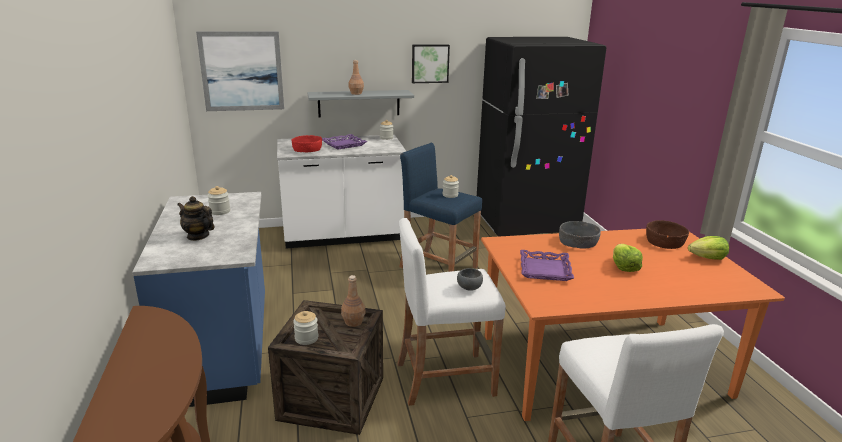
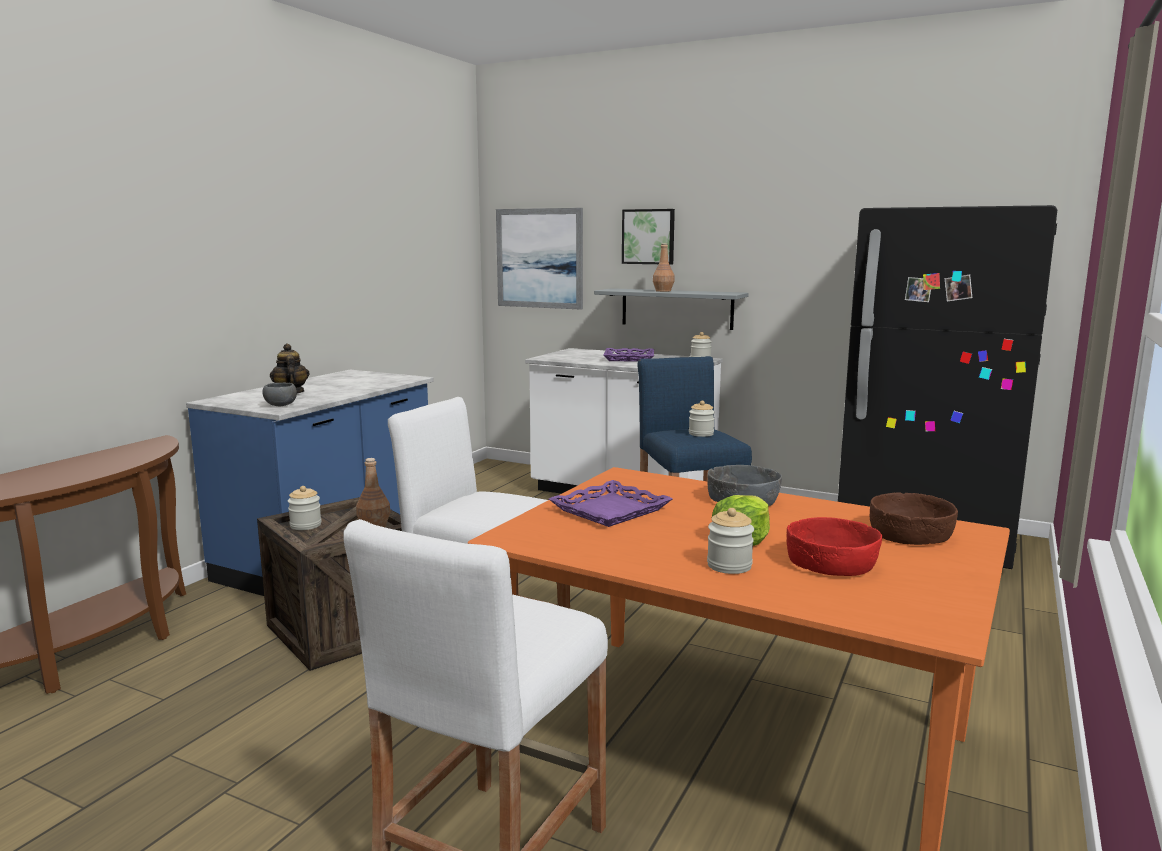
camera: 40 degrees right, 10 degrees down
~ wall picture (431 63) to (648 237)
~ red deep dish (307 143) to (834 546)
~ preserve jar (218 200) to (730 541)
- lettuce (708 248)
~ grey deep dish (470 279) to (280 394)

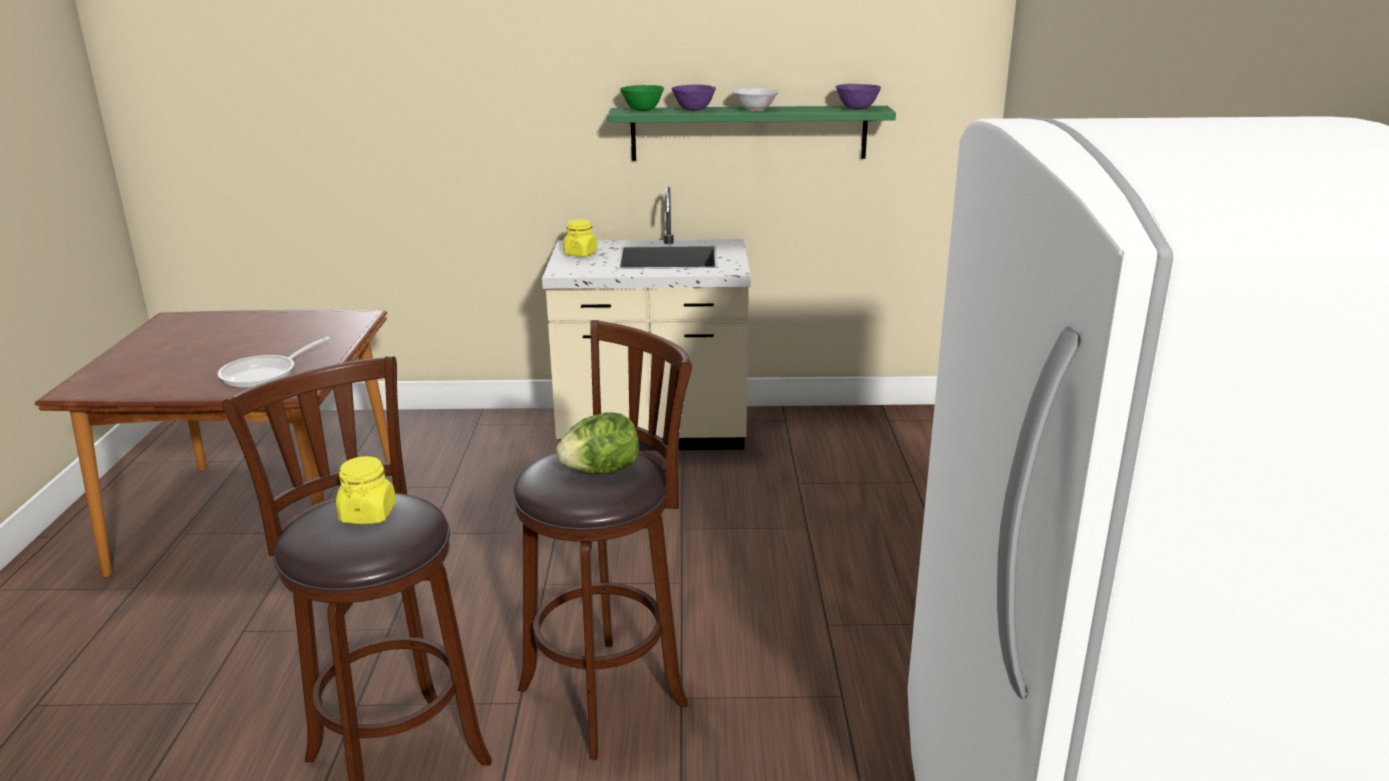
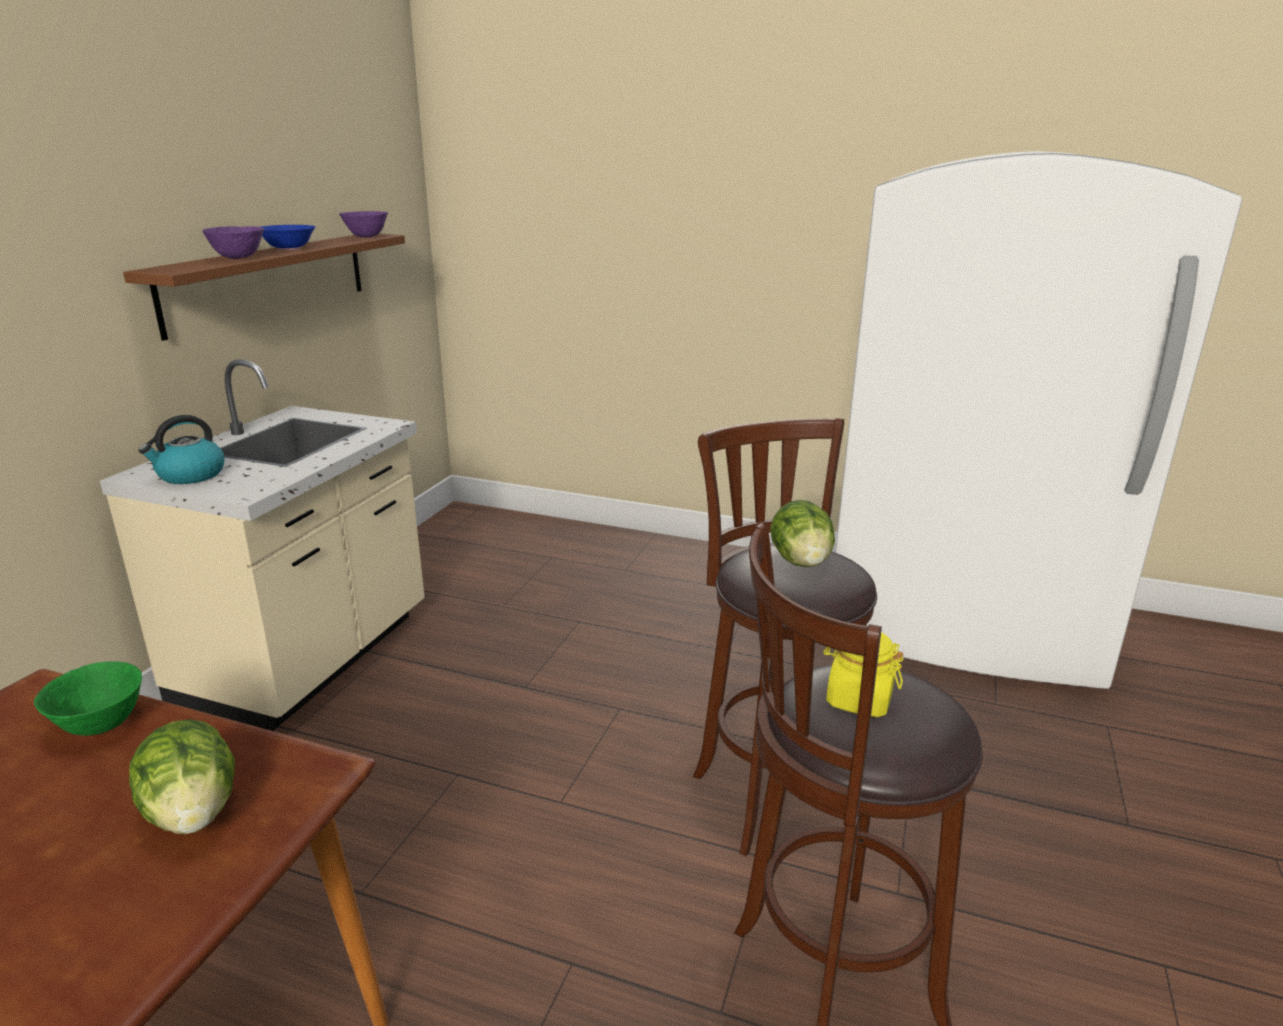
camera: 70 degrees left, 0 degrees up
~ greenish deep dish (642 98) to (88 698)
~ white-coloured deep dish (755 99) to bluish deep dish (288 238)
~ greenish wall shelf (752 133) to brown-coloured wall shelf (264 287)
~ yellow-coloured preserve jar (580 238) to water kettle (181 449)
~ frying pan (274 362) to lettuce (182 776)

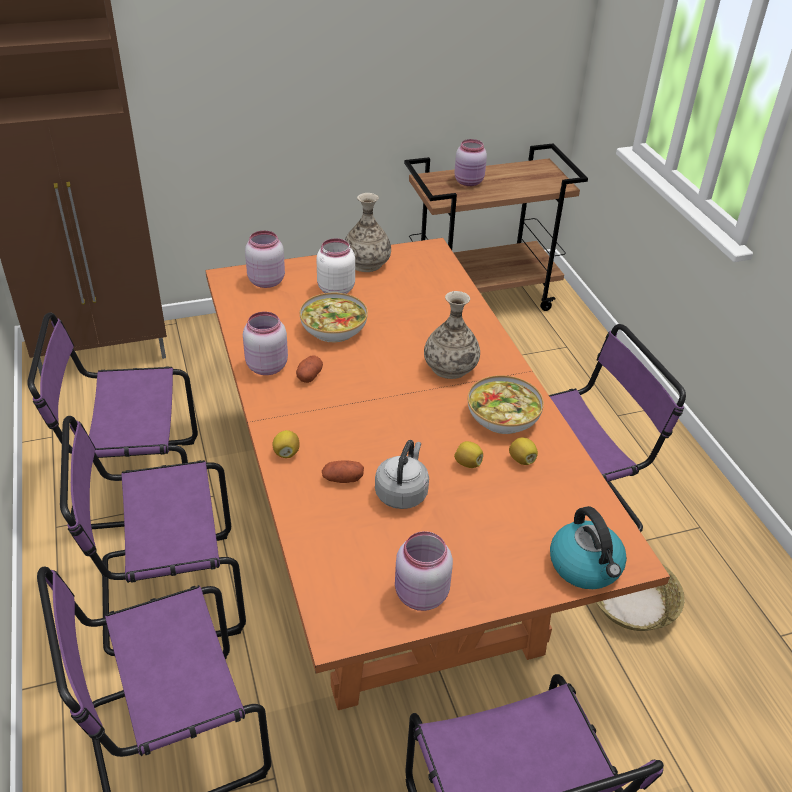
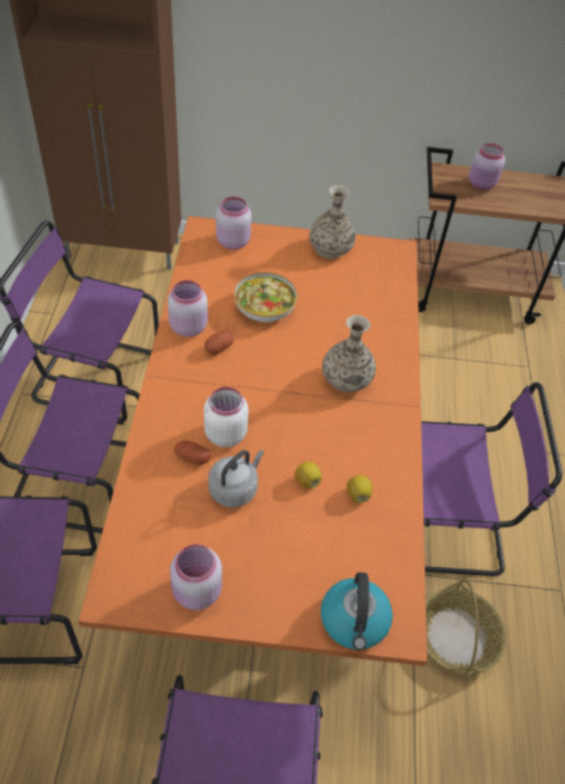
camera: 20 degrees right, 10 degrees up
~ white-coloured preserve jar (336 266) to (226 417)
- deep dish (506 404)
- lemon (286 444)

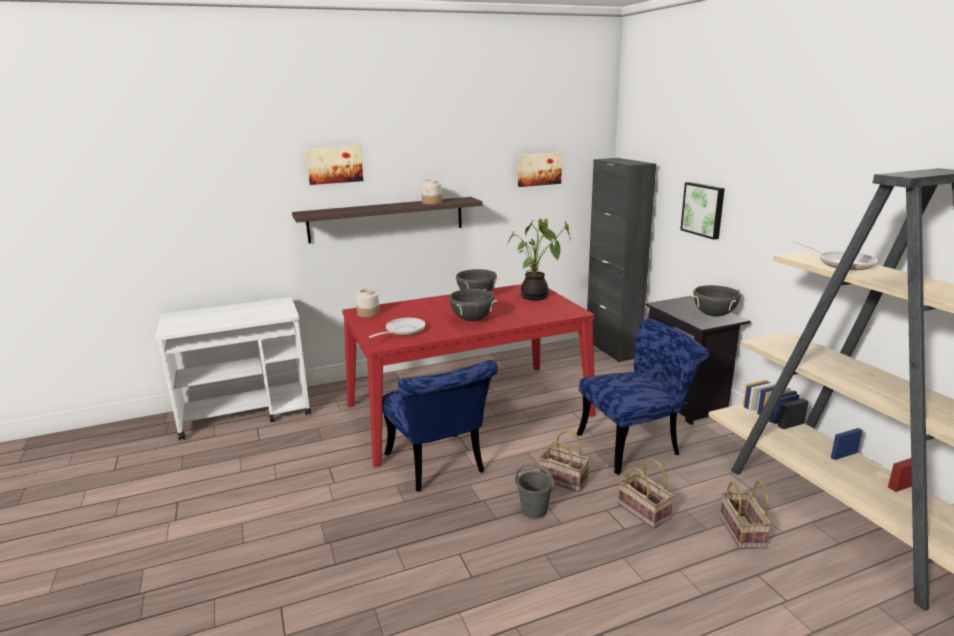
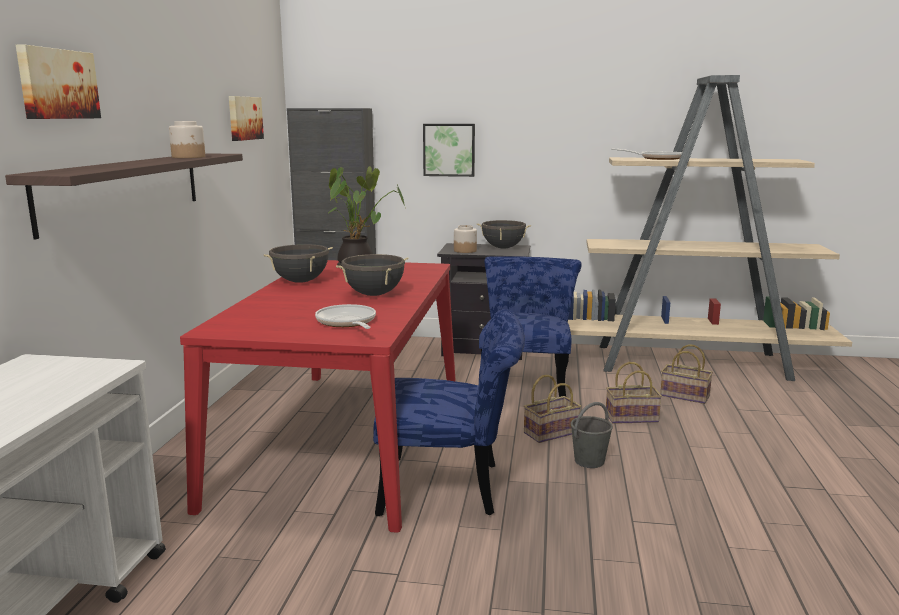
camera: 60 degrees left, 5 degrees down
~ preserve jar (368 303) to (465 239)

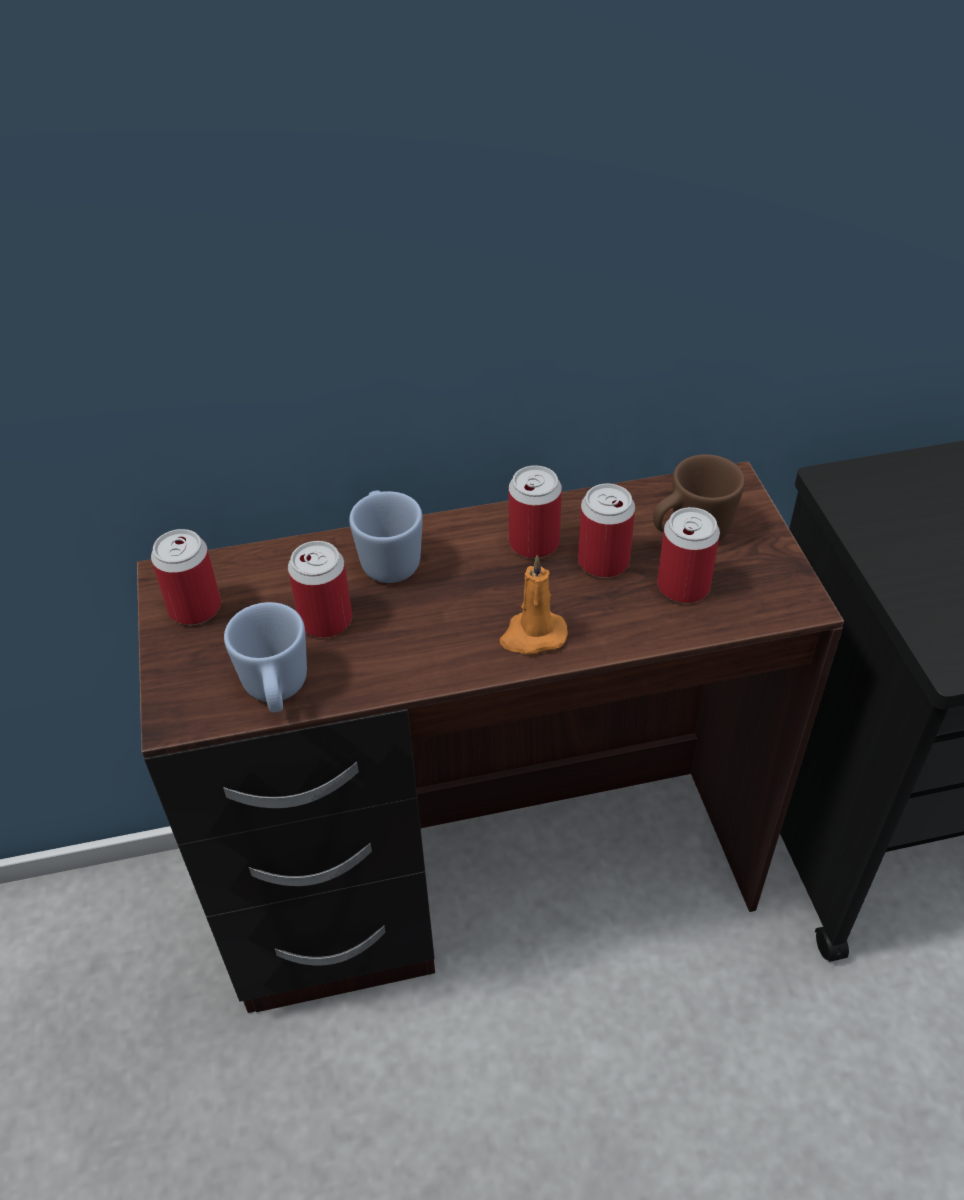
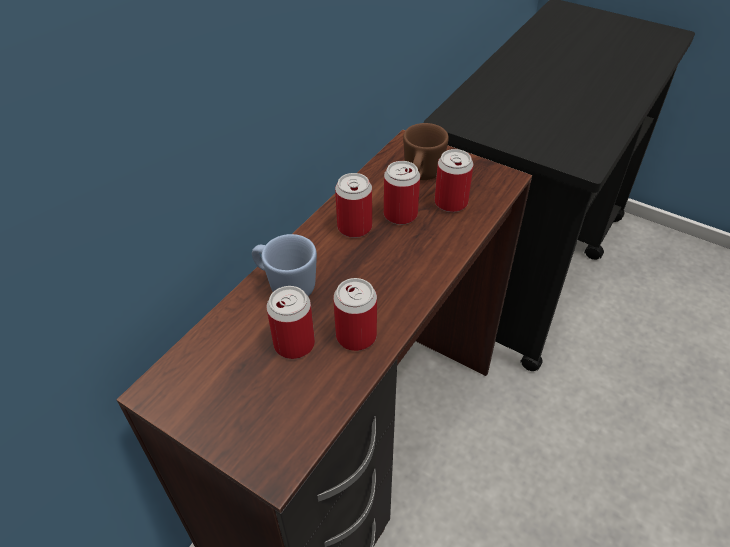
camera: 45 degrees left, 0 degrees up
~ metal can (186 577) to (355 314)
- orange candle (534 605)
- bluish coffee mug (265 657)

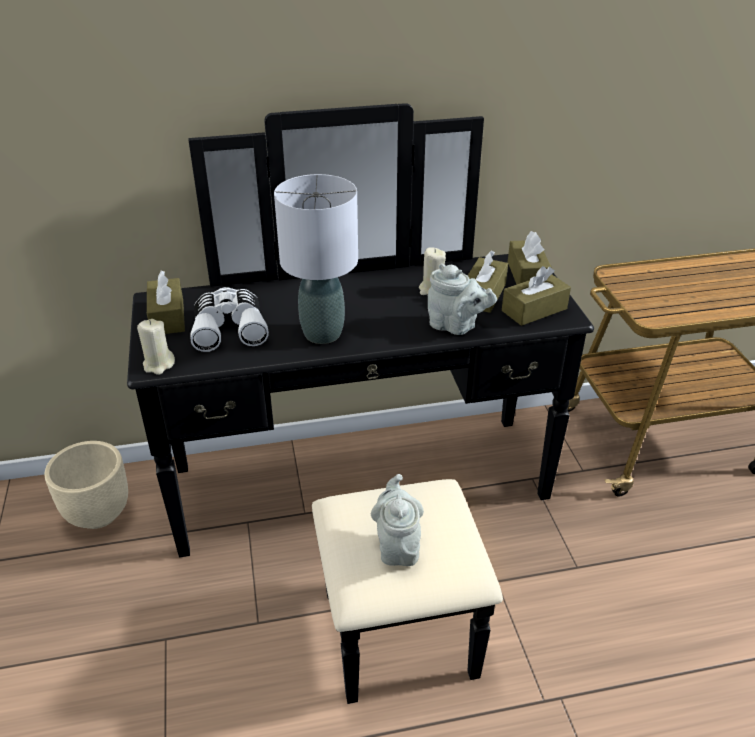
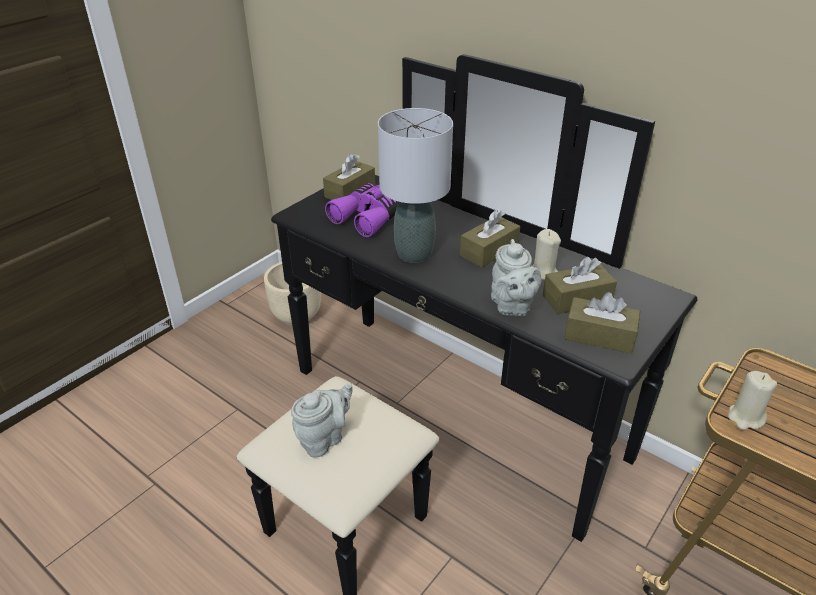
camera: 50 degrees right, 0 degrees up
~ brown-coloured box of tissues (530 258) to (490 239)
~ white-coloured pair of binoculars (229 319) to purple pair of binoculars (362 210)
~ beige candle (156 347) to (752 400)

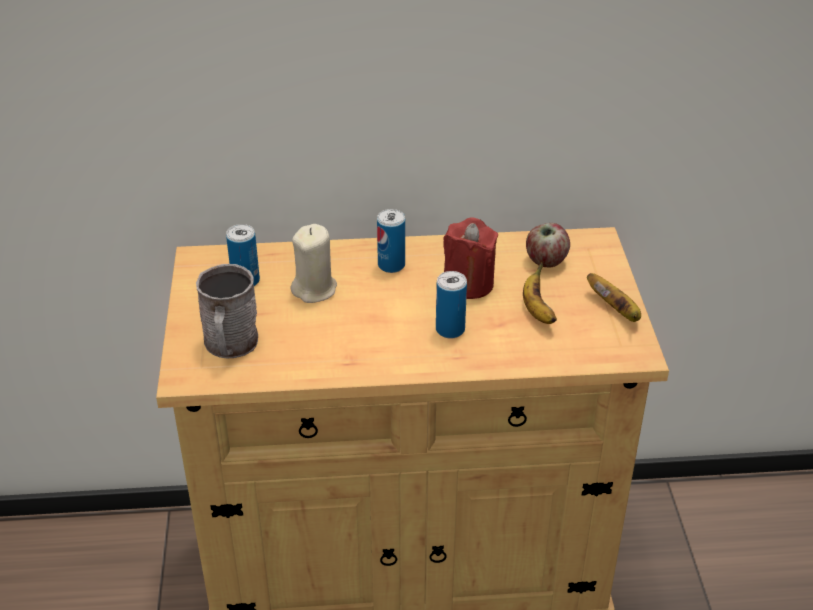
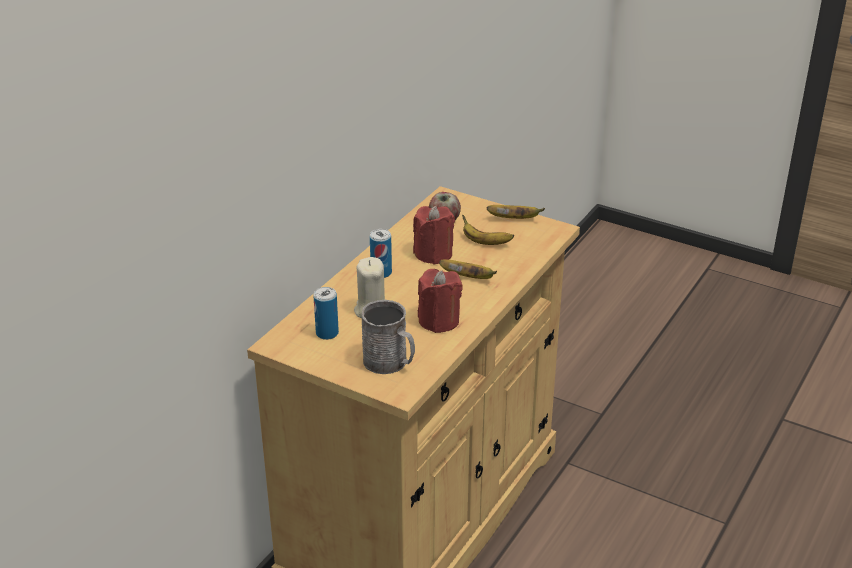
camera: 55 degrees left, 5 degrees down
~ metal can (451 304) to banana fruit (468 269)
+ red candle (440 301)

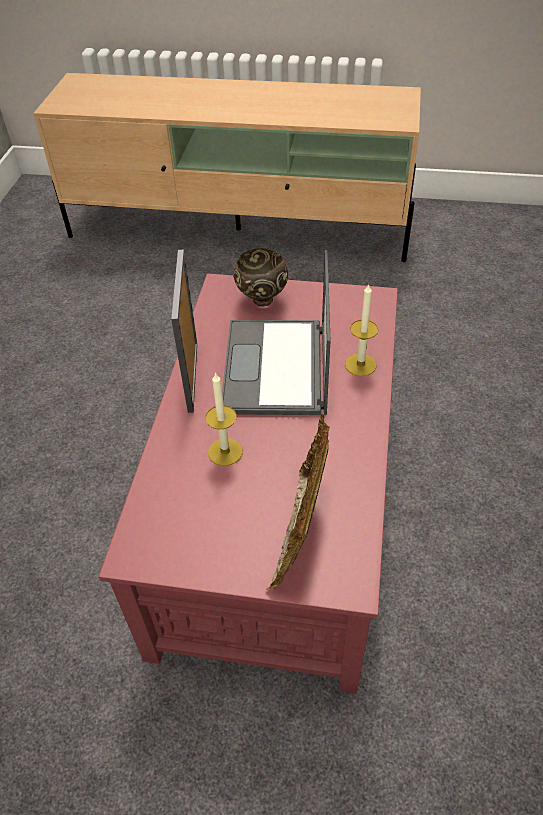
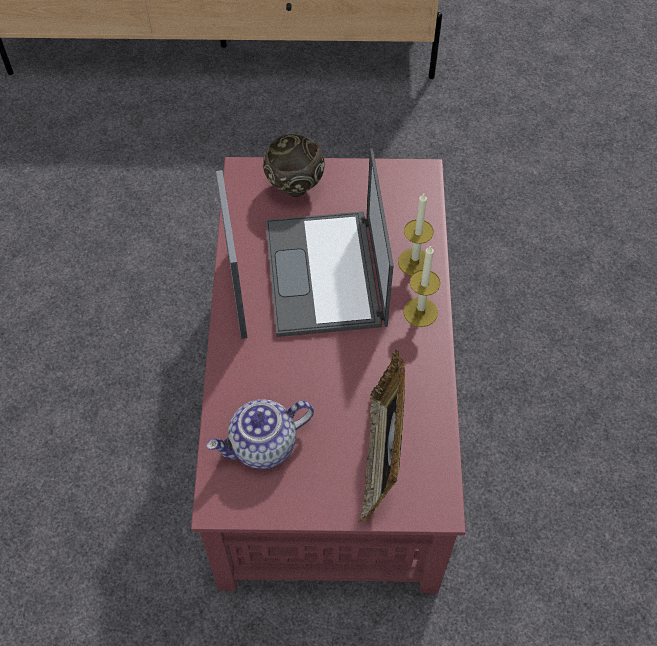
camera: 10 degrees left, 10 degrees up
~ candle (224 419) to (422 286)
+ teapot (260 434)

